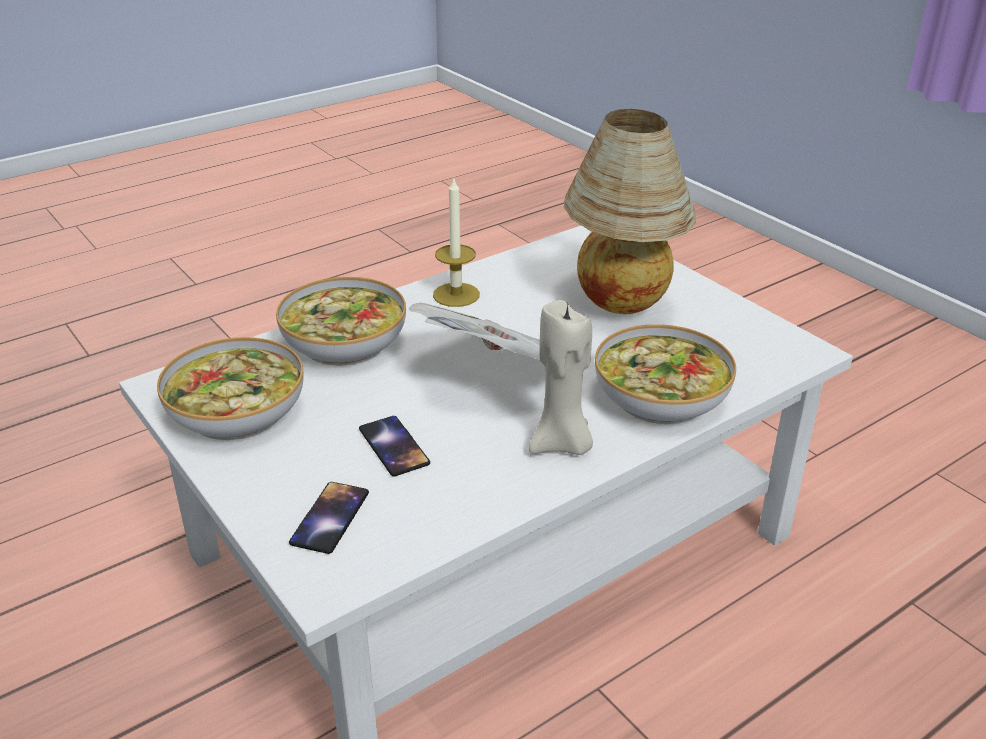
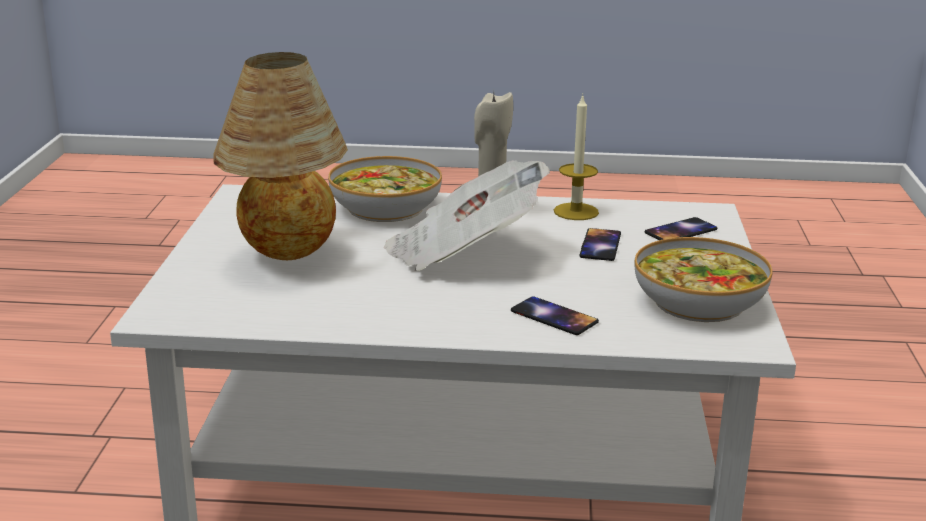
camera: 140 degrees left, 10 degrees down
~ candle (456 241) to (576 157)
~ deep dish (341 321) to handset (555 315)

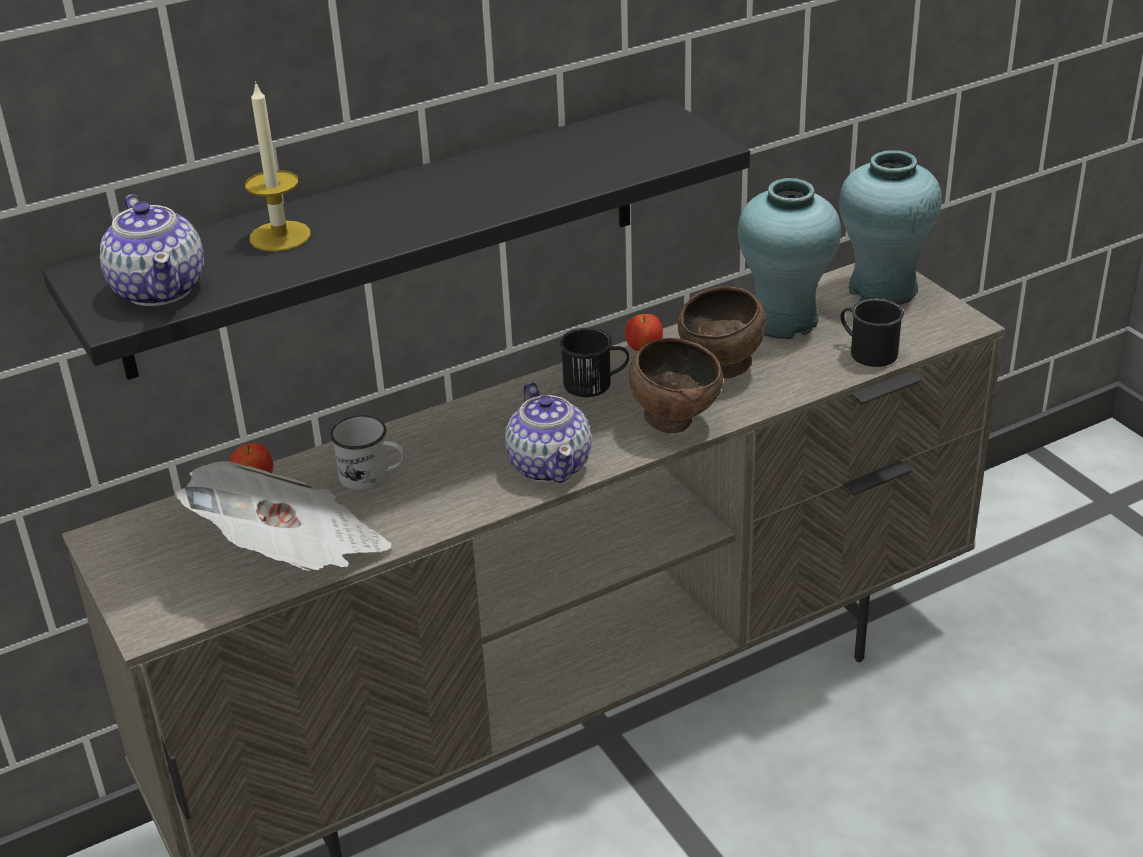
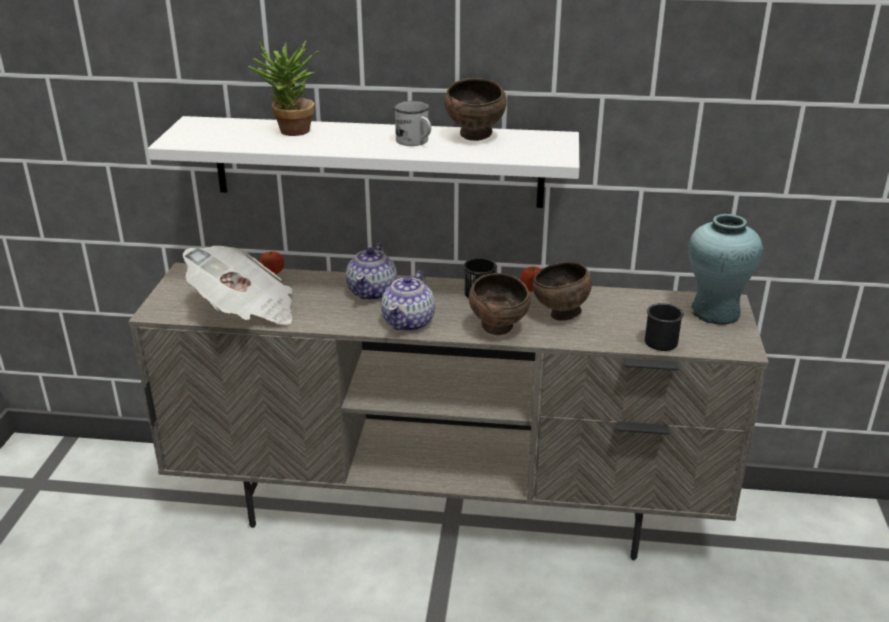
camera: 35 degrees right, 5 degrees down
~ candle (278 166) to potted plant (283 88)
~ blackish wall shelf (396 239) to white-coloured wall shelf (363 162)
- turquoise-coloured decorative vase (789 258)
~ teapot (152 250) to (371 272)
~ white-coloured coffee mug (367 453) to (412 123)
+ brown-coloured deep dish (475 109)

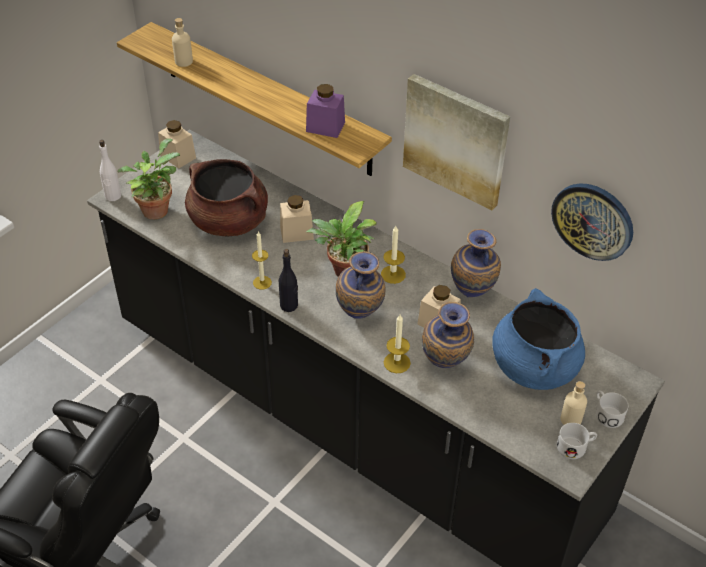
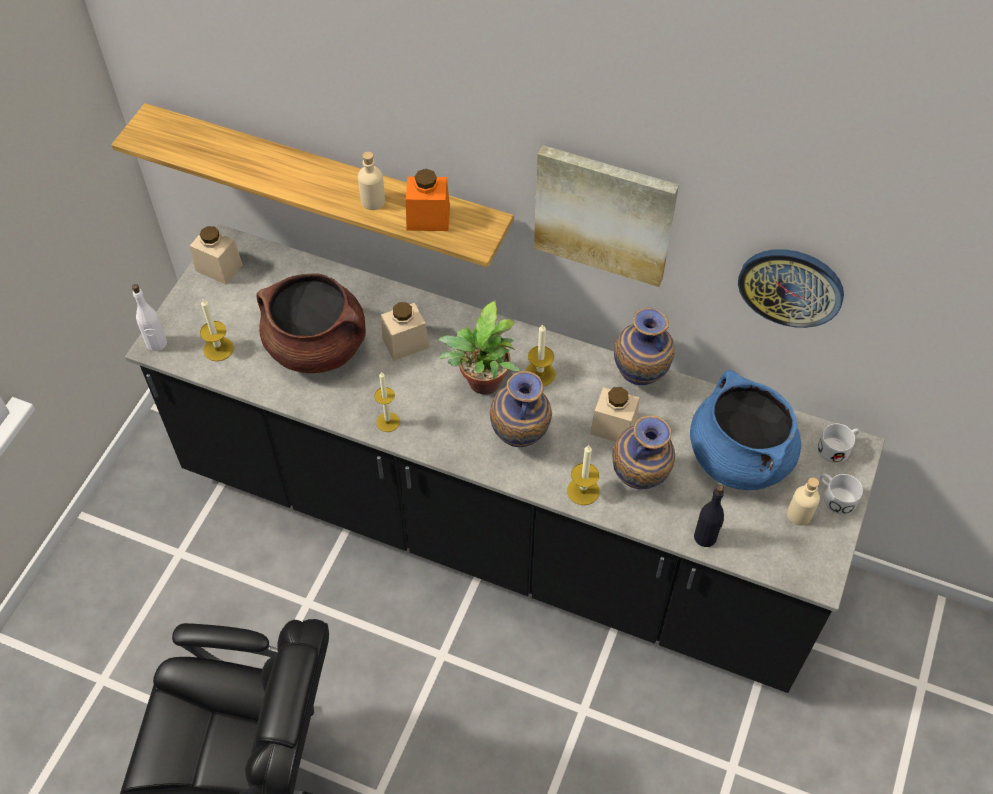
camera: 15 degrees left, 10 degrees up
~ beige bottle (182 42) to (371 181)
~ purple preserve jar (325 111) to orange preserve jar (428 200)
~ potted plant (148 179) to candle (217 330)
~ blackish bottle (288 280) to (709 516)
~ white-coloured coffee mug (577 441) to (838 443)

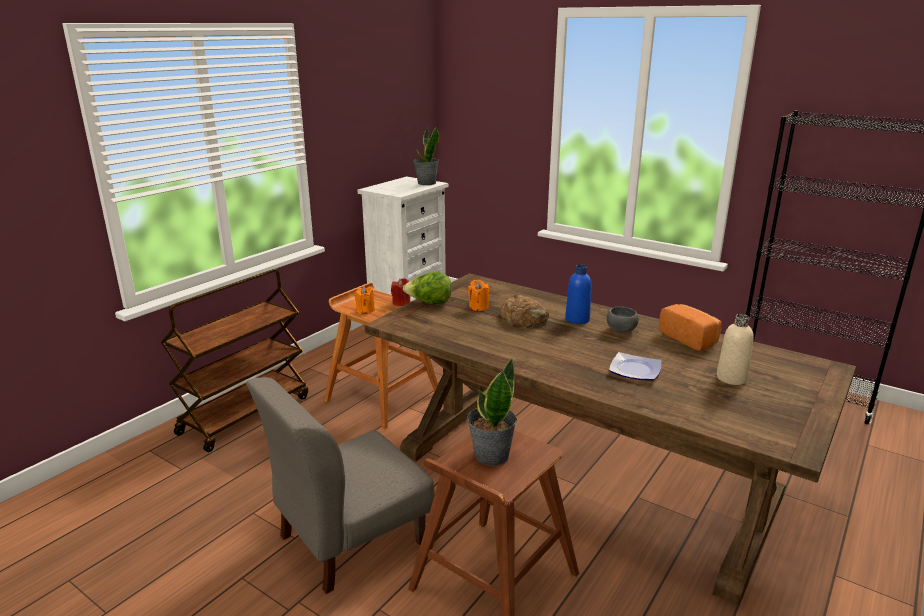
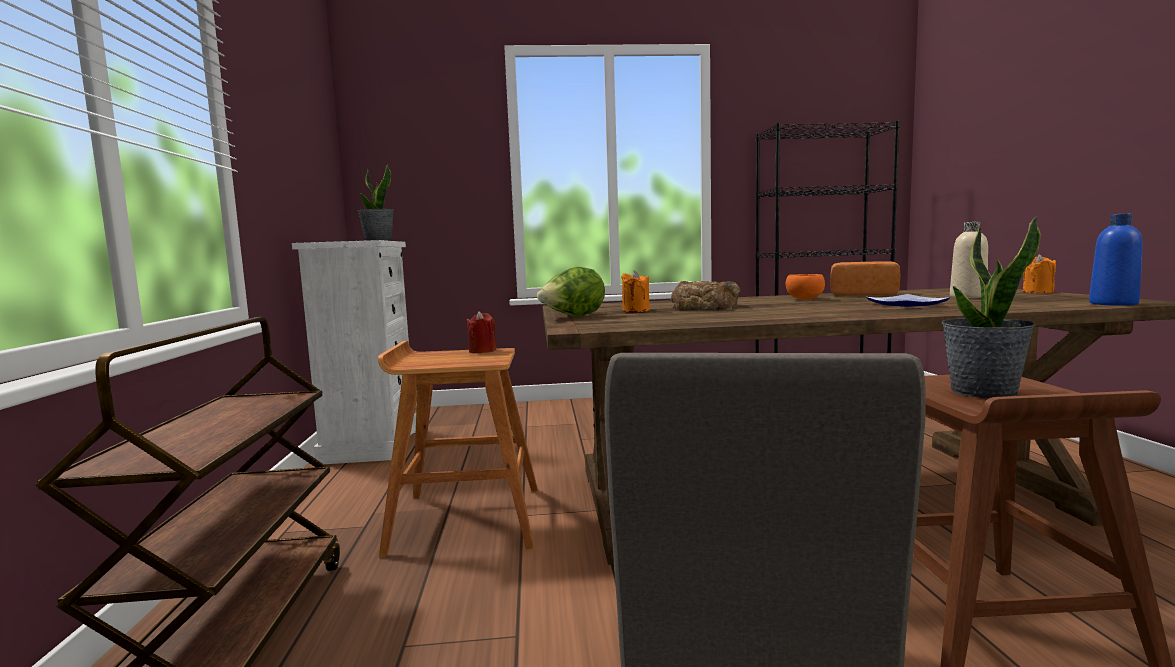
camera: 40 degrees left, 15 degrees down
~ bluish bottle (578 294) to (1116 259)
~ orange candle (365 300) to (1039 273)
~ grey deep dish (623 319) to orange deep dish (805 286)

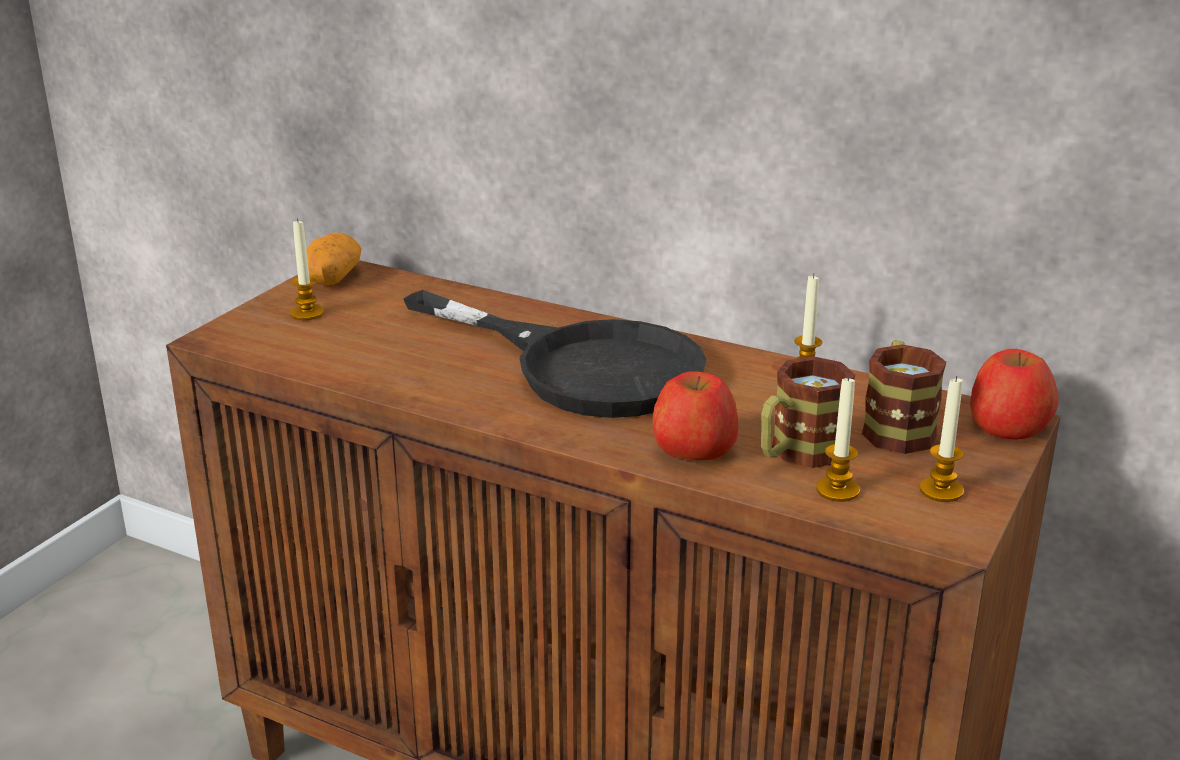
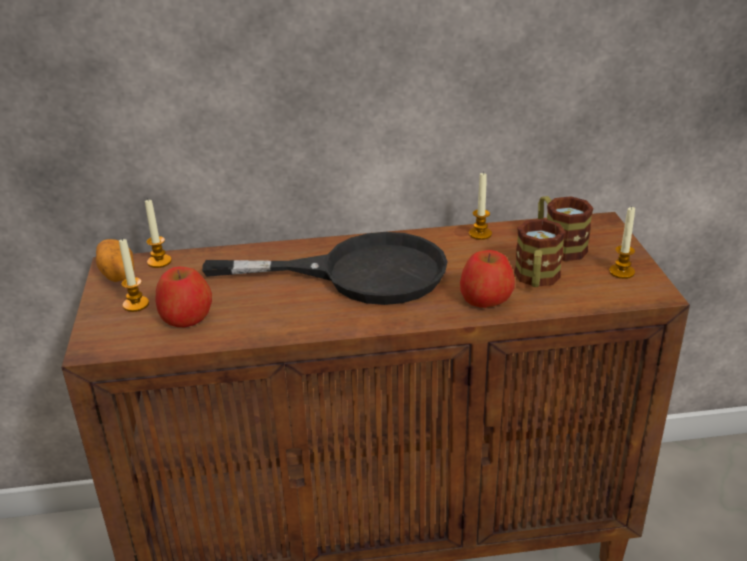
camera: 35 degrees left, 5 degrees up
~ apple fruit (1014 394) to (184 297)
~ candle (838 438) to (158 234)

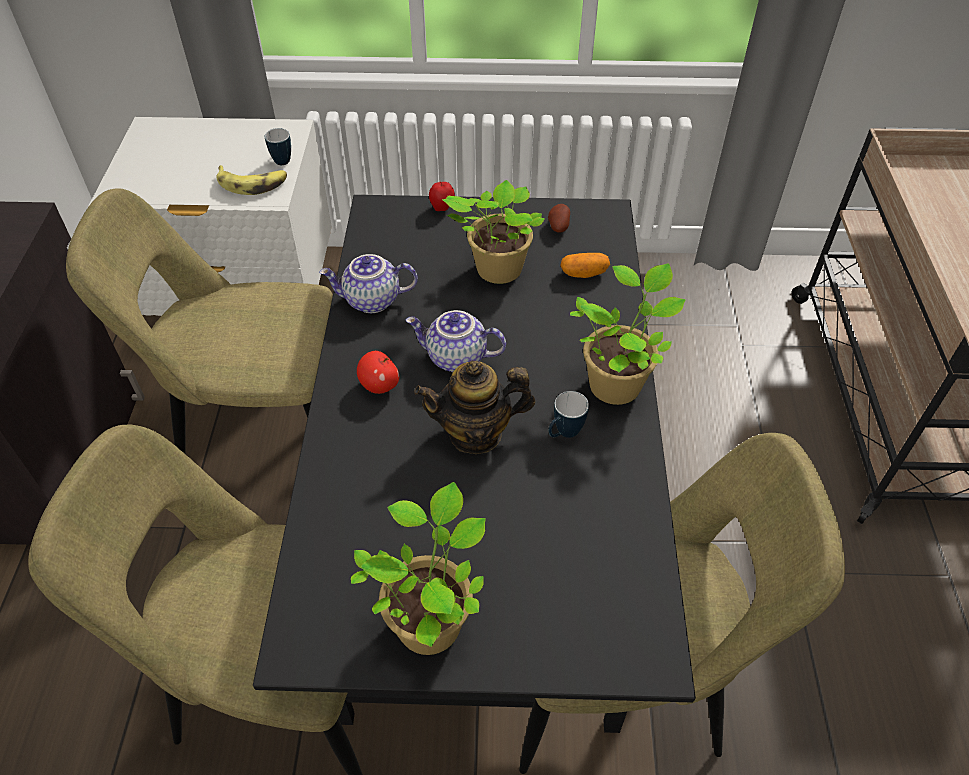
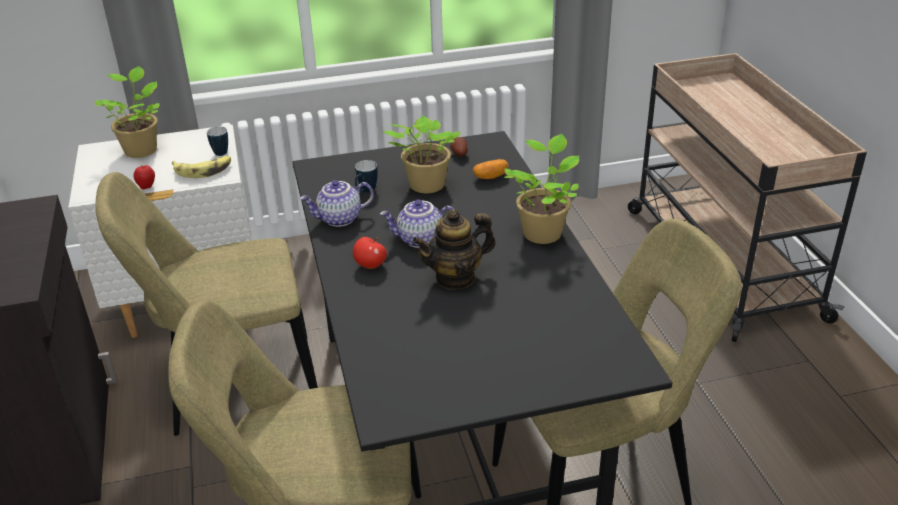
camera: 15 degrees left, 15 degrees down
~ apple fruit (442 196) to (144 176)
~ coffee mug (569 414) to (366 176)
~ potted plant (418 568) to (127 112)

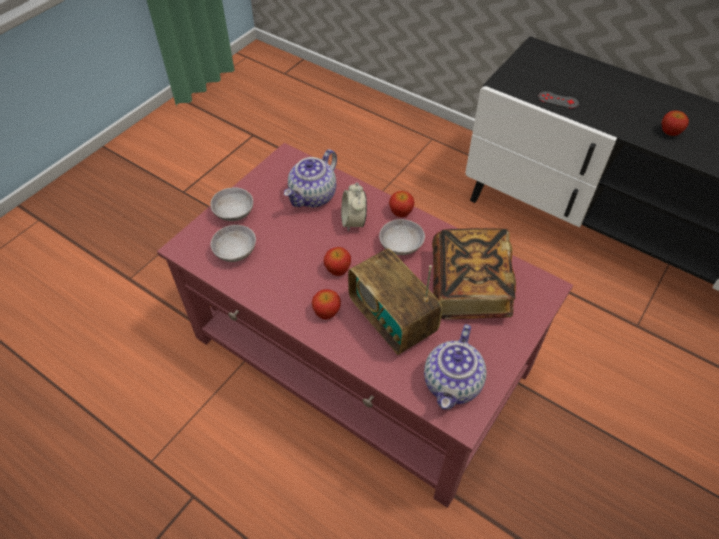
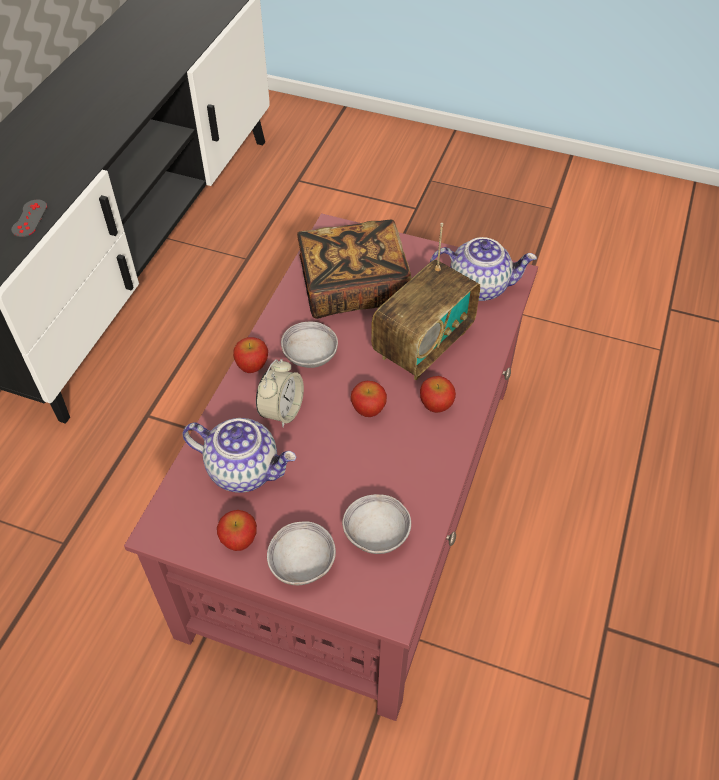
camera: 105 degrees left, 0 degrees up
~ apple fruit (675 123) to (237 530)
~ bedside clock (354 207) = (280 393) 45 degrees counterclockwise

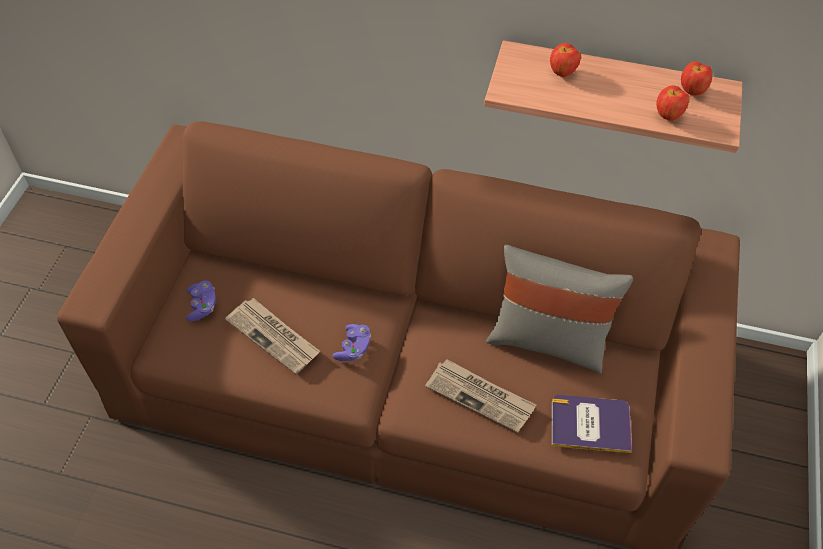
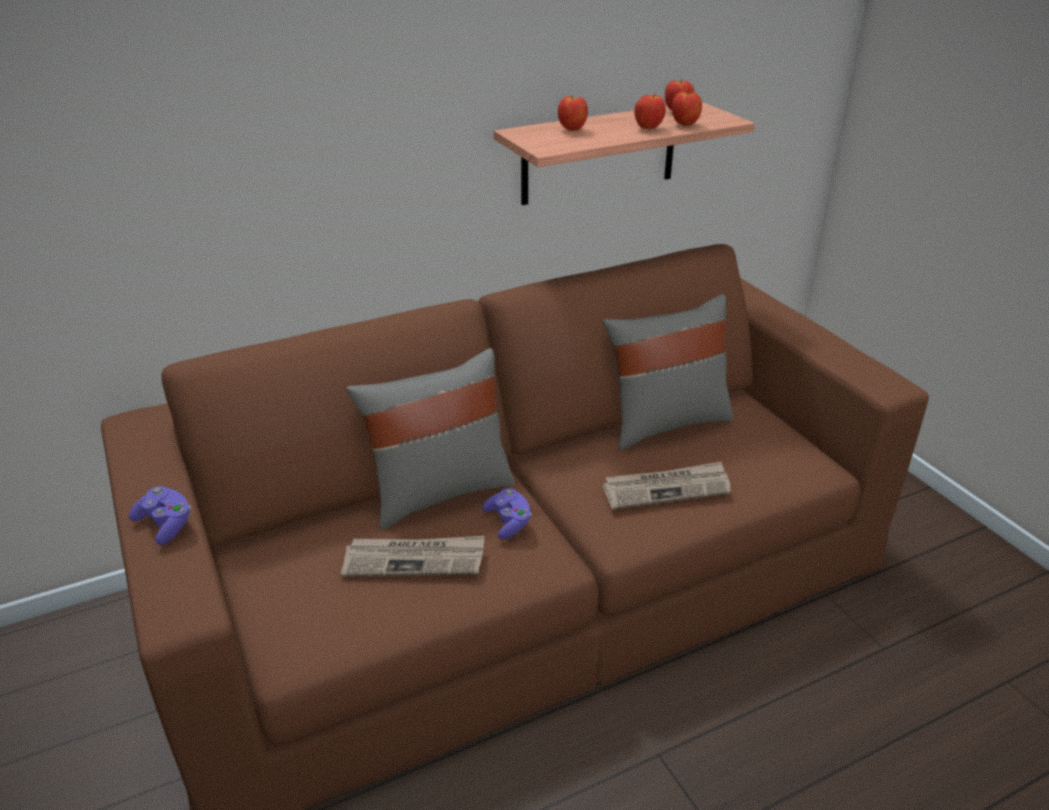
camera: 40 degrees left, 20 degrees down
~ purple gamepad (201 301) to (160 515)
- book (592 424)
+ apple fruit (650 111)
+ grey throw pillow (430 439)

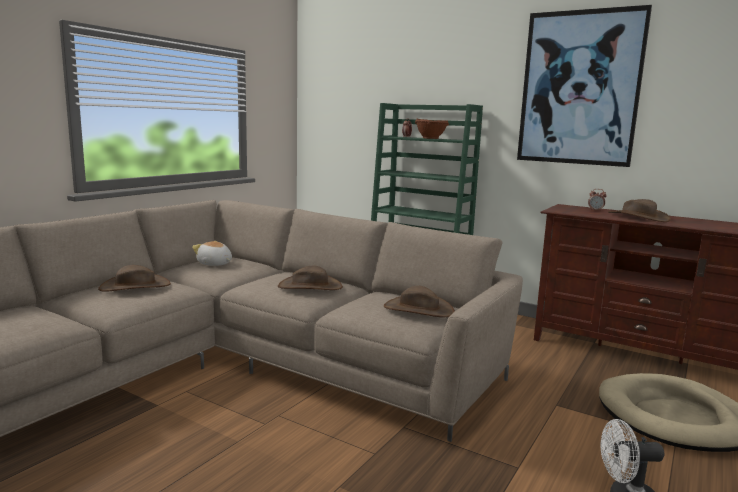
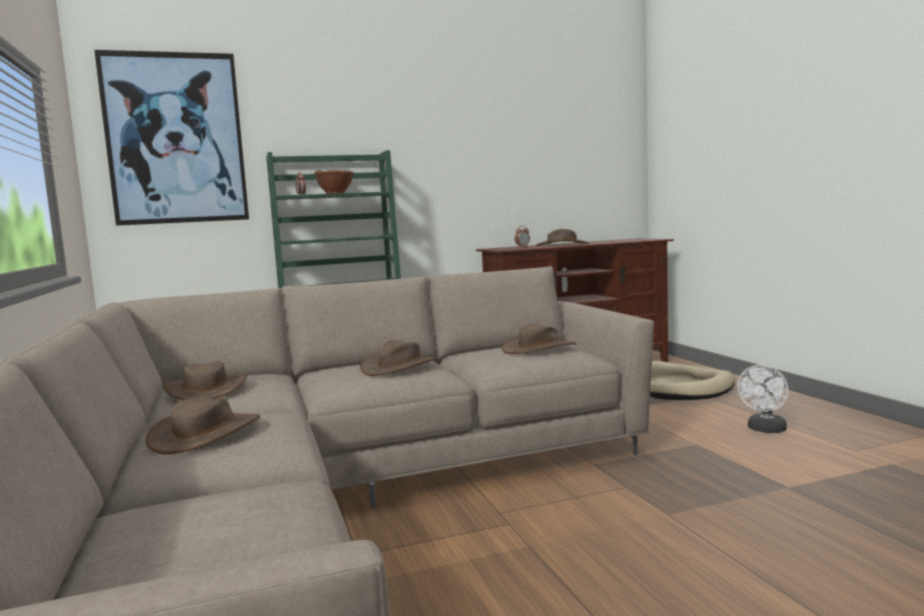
camera: 50 degrees left, 5 degrees down
~ wall picture (584 86) to (171 138)
~ cuddly toy (212 253) to brown-coloured hat (205 380)

